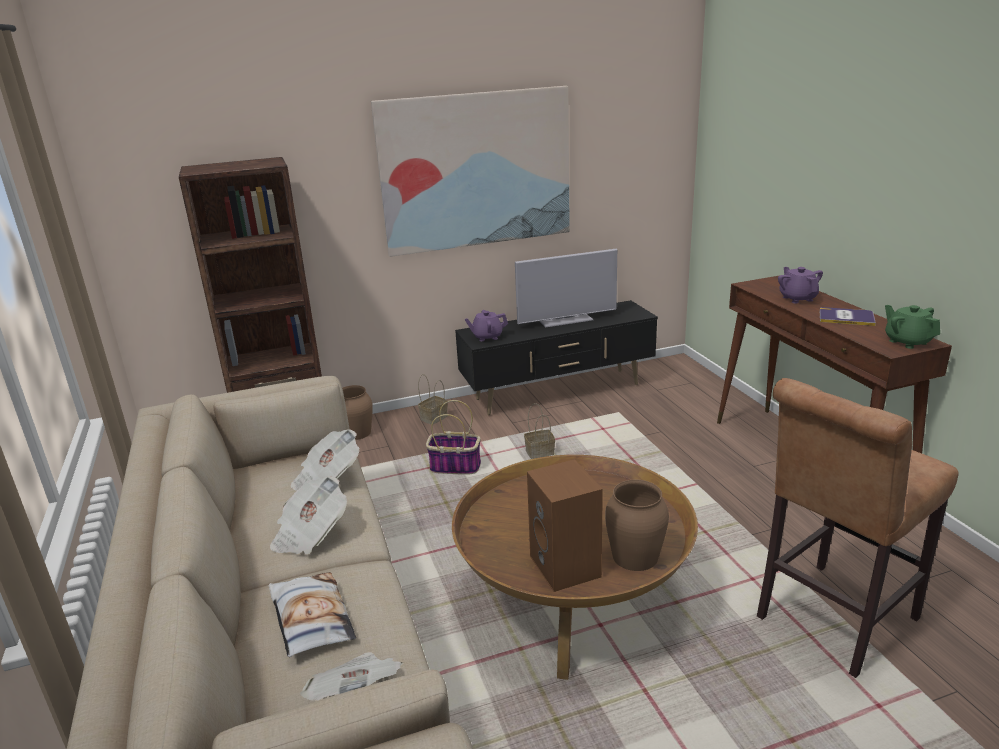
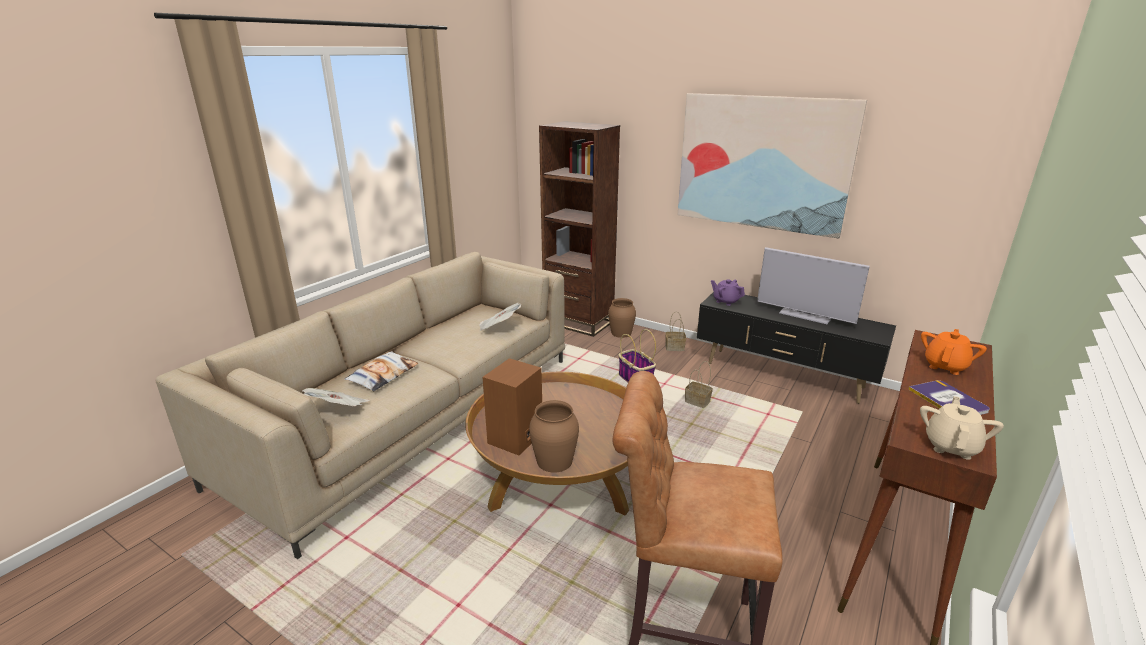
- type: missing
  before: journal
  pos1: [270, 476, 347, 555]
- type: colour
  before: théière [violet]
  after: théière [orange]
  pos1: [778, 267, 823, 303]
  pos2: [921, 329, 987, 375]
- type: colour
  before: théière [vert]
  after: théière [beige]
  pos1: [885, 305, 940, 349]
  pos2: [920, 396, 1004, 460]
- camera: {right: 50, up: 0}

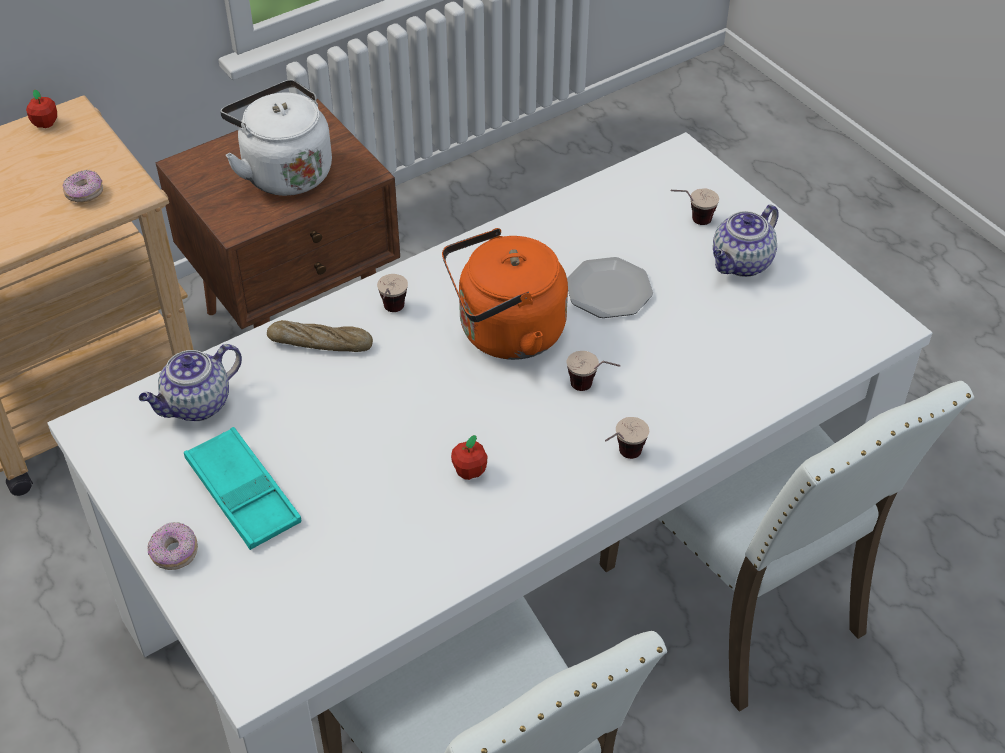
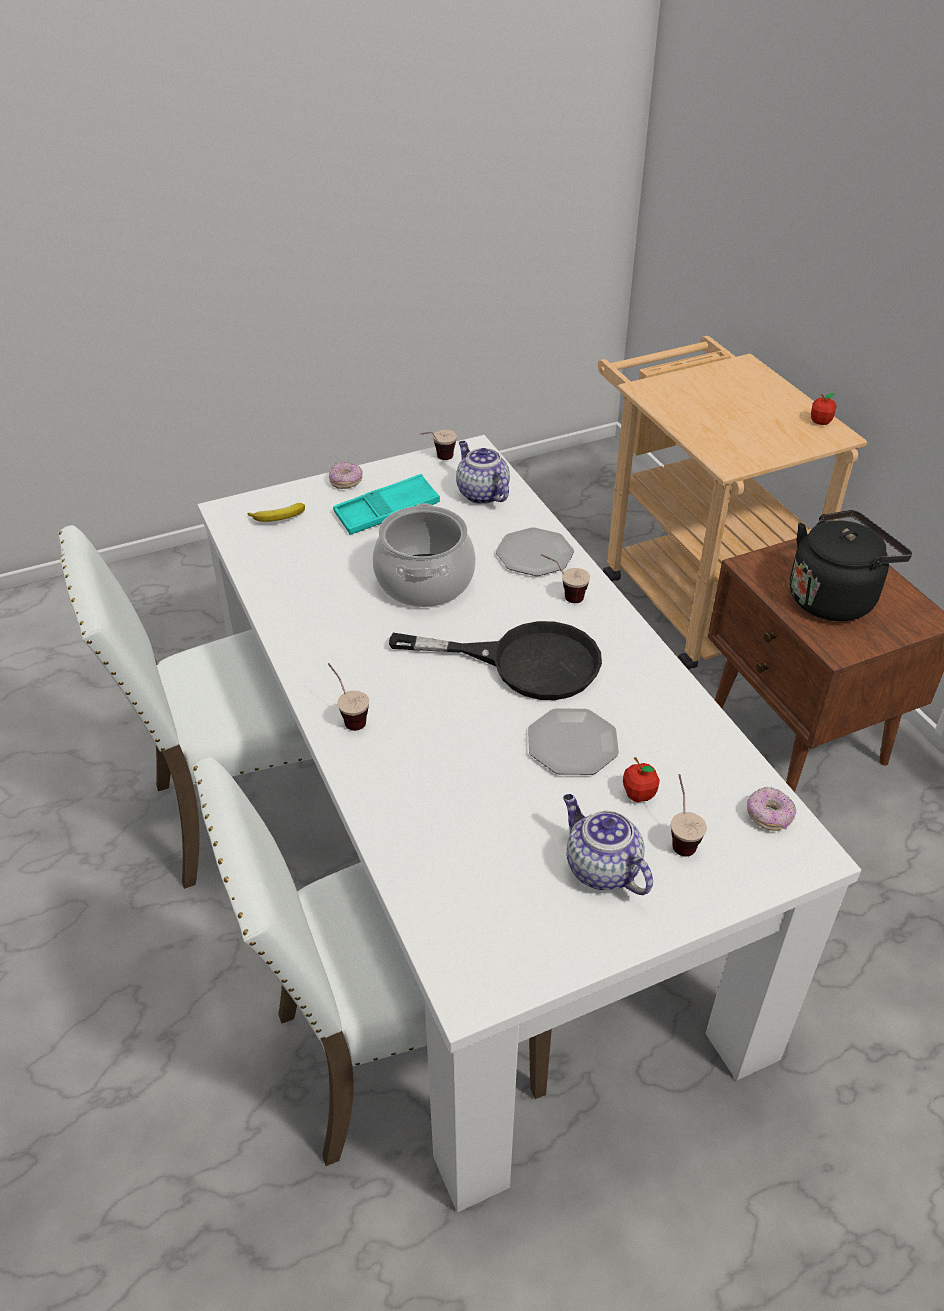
- type: appeared
  after: banane
  pos2: [247, 503, 305, 522]
- type: appeared
  after: marmite
  pos2: [372, 503, 476, 607]
- type: relocated
  before: beignet
  pos1: [63, 170, 103, 203]
  pos2: [747, 787, 796, 831]
- type: relocated
  before: pomme
  pos1: [451, 435, 487, 480]
  pos2: [623, 757, 660, 802]
- type: relocated
  before: tasse
  pos1: [567, 351, 620, 391]
  pos2: [421, 430, 457, 460]
- type: exchanged
  before: pain
  after: assiette
  pos1: [267, 320, 373, 352]
  pos2: [496, 528, 574, 576]
- type: exchanged
  before: bouilloire [orange]
  after: poêle [noir]
  pos1: [442, 228, 568, 360]
  pos2: [389, 621, 602, 700]
- type: colour
  before: bouilloire [blanc]
  after: bouilloire [noir]
  pos1: [220, 80, 332, 196]
  pos2: [790, 510, 912, 621]
- camera: {right: 100, up: -5}

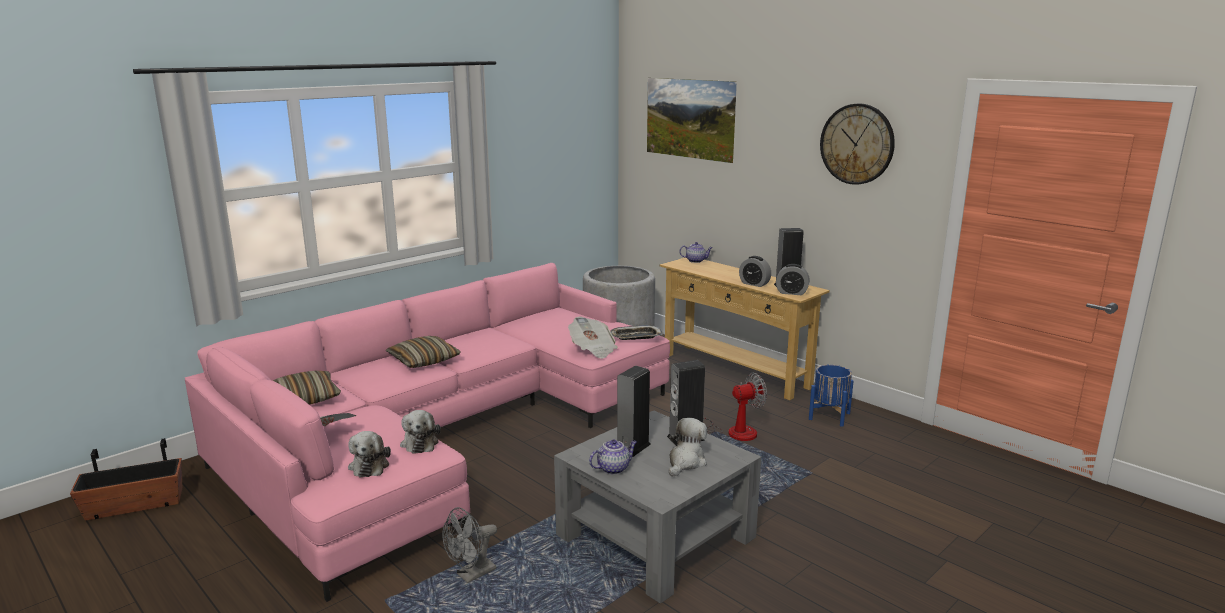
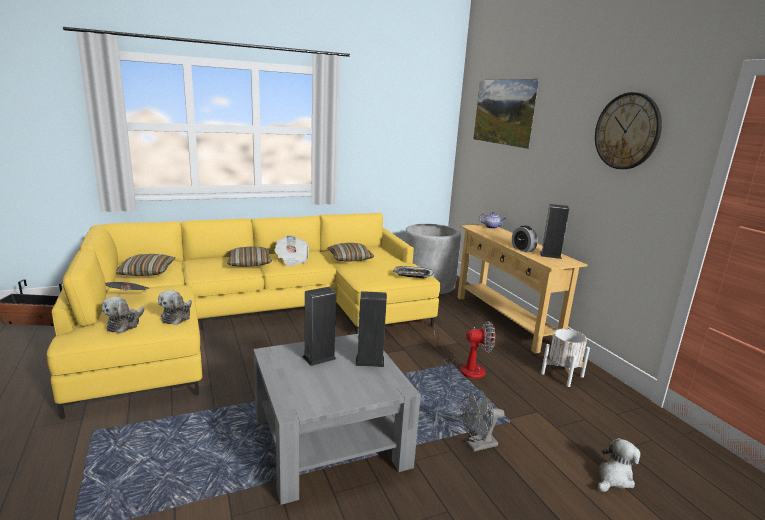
- type: missing
  before: théière
  pos1: [589, 440, 637, 474]
- type: missing
  before: réveil
  pos1: [776, 264, 810, 295]
- type: appeared
  after: coussin
  pos2: [328, 243, 374, 262]
- type: relocated
  before: ventilateur [gris]
  pos1: [443, 507, 497, 583]
  pos2: [460, 388, 504, 452]
- type: relocated
  before: journal
  pos1: [568, 316, 618, 359]
  pos2: [274, 235, 309, 266]
- type: relocated
  before: peluche
  pos1: [669, 418, 707, 477]
  pos2: [598, 438, 640, 492]
- type: colour
  before: canapé [rose]
  after: canapé [jaune]
  pos1: [185, 263, 670, 602]
  pos2: [47, 213, 440, 419]
- type: colour
  before: cache-pot [bleu]
  after: cache-pot [blanc]
  pos1: [809, 365, 854, 427]
  pos2: [541, 329, 590, 387]
- camera: {right: 20, up: 0}

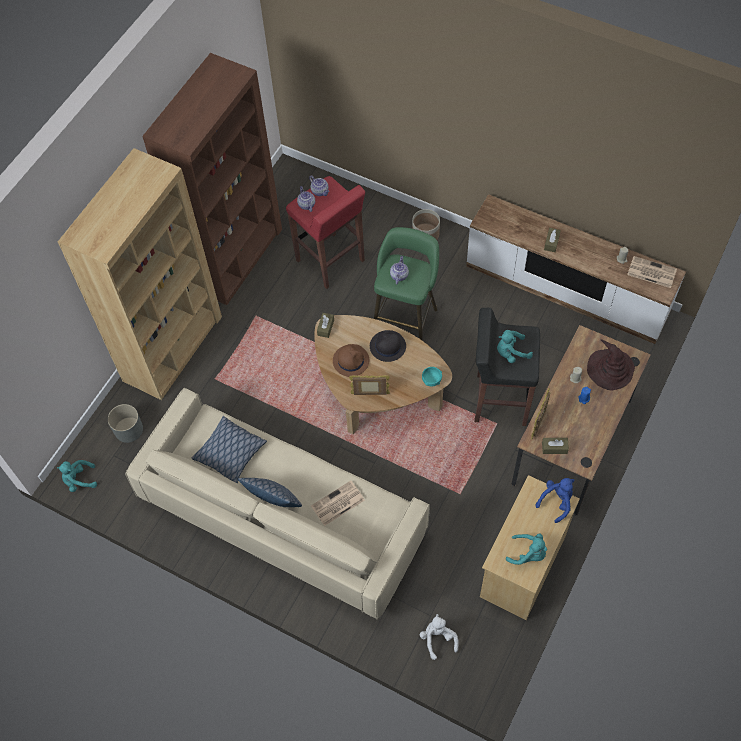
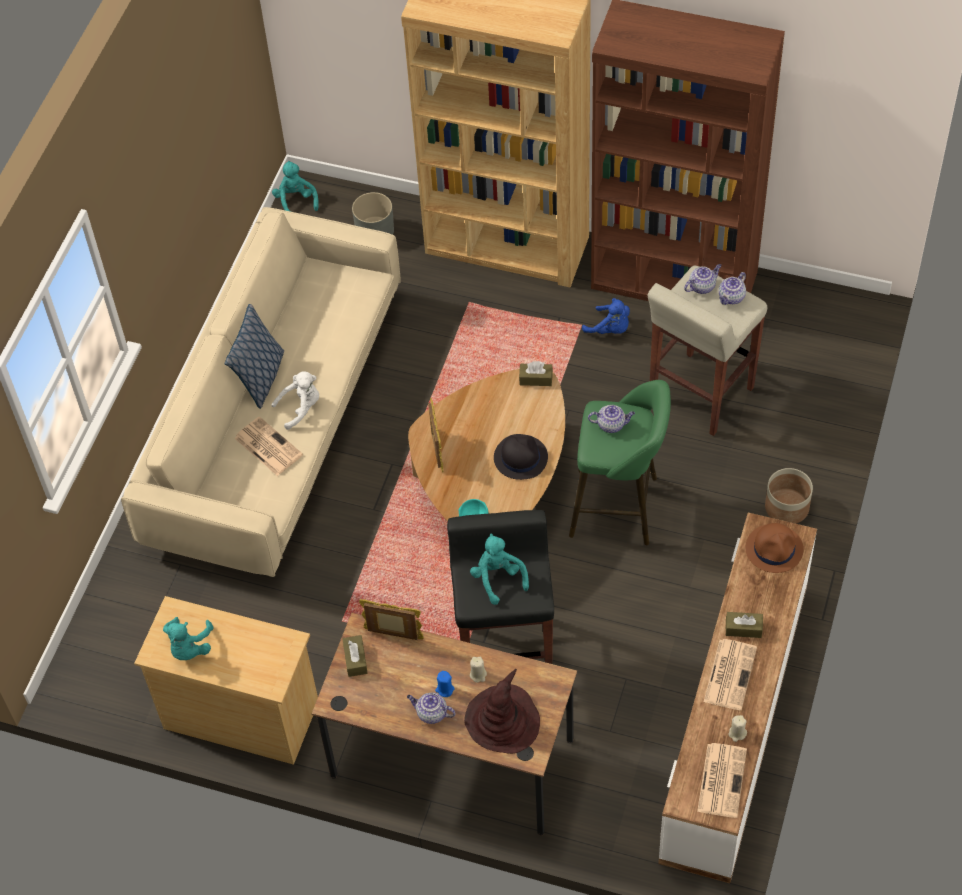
- type: missing
  before: coussin
  pos1: [192, 416, 267, 484]
- type: appeared
  after: théière
  pos2: [407, 693, 455, 724]
- type: appeared
  after: journal
  pos2: [704, 639, 757, 710]
- type: relocated
  before: chapeau [marron]
  pos1: [333, 344, 369, 377]
  pos2: [746, 523, 804, 573]
- type: relocated
  before: peluche [blanc]
  pos1: [420, 614, 459, 660]
  pos2: [272, 371, 319, 430]
- type: relocated
  before: peluche [bleu]
  pos1: [536, 478, 575, 523]
  pos2: [582, 298, 630, 334]
- type: colour
  before: tabouret [rouge]
  after: tabouret [beige]
  pos1: [286, 176, 365, 289]
  pos2: [648, 266, 768, 436]
- camera: {right: 80, up: -5}

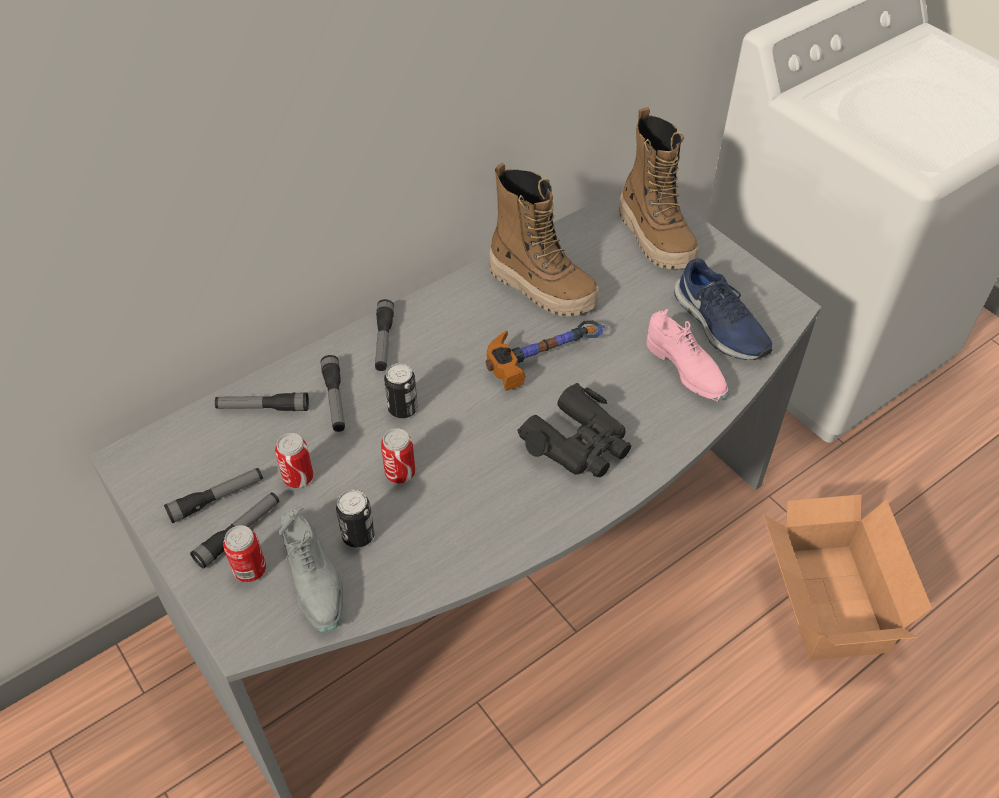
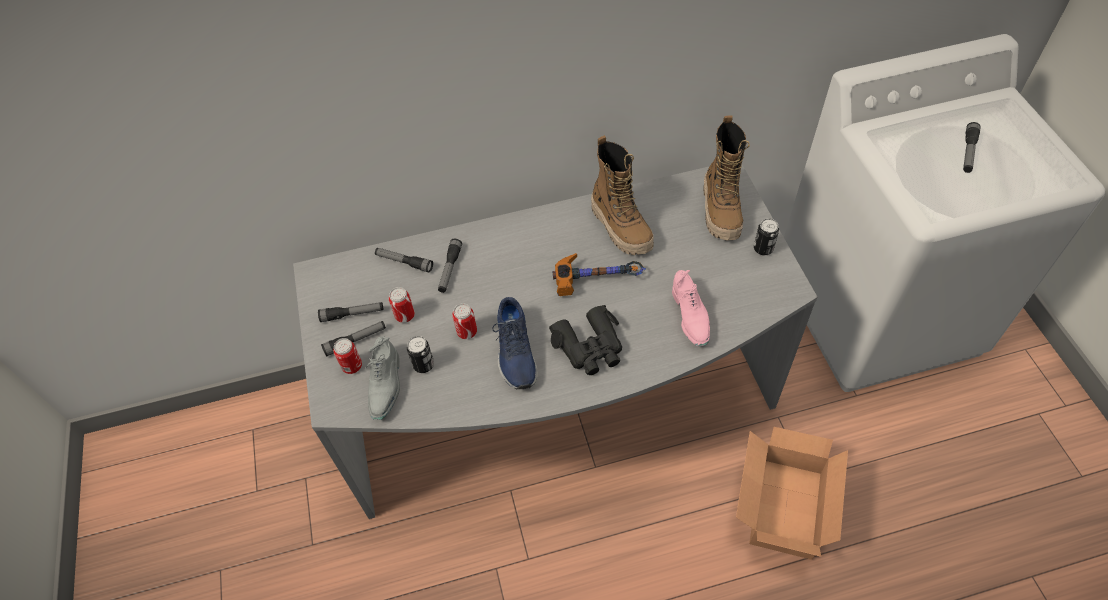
- type: relocated
  before: lampe de poche
  pos1: [375, 299, 394, 371]
  pos2: [963, 122, 981, 173]
- type: relocated
  before: boîte métallique
  pos1: [384, 363, 418, 418]
  pos2: [754, 219, 779, 255]
- type: relocated
  before: chaussure [bleu]
  pos1: [674, 258, 773, 360]
  pos2: [492, 297, 538, 389]
- camera: {right: 25, up: 5}

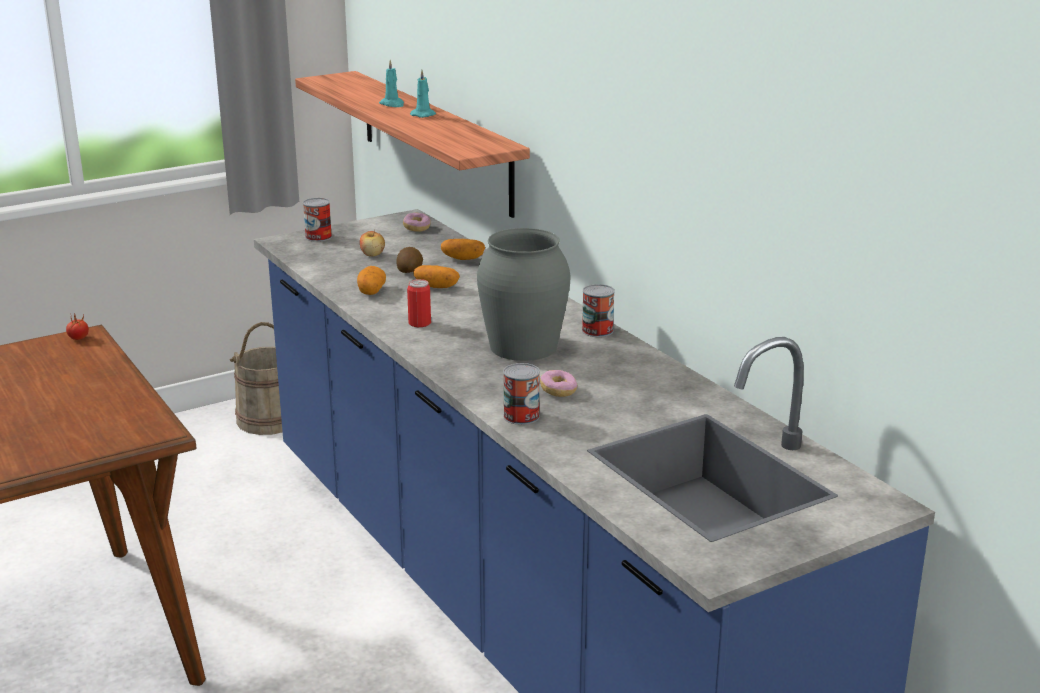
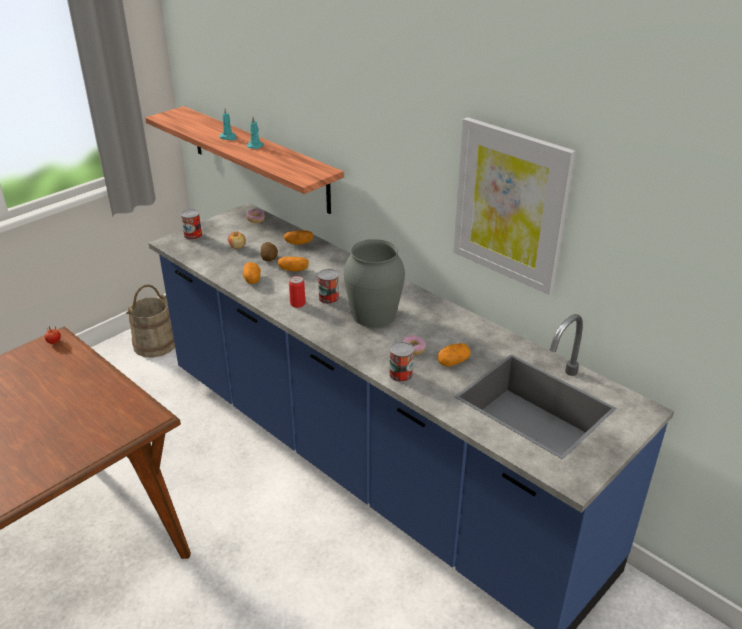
- type: appeared
  after: pomme de terre
  pos2: [438, 343, 471, 367]
- type: appeared
  after: tableau
  pos2: [453, 117, 576, 295]
- type: relocated
  before: boîte métallique
  pos1: [582, 284, 615, 337]
  pos2: [318, 269, 339, 304]
- camera: {right: -15, up: 10}

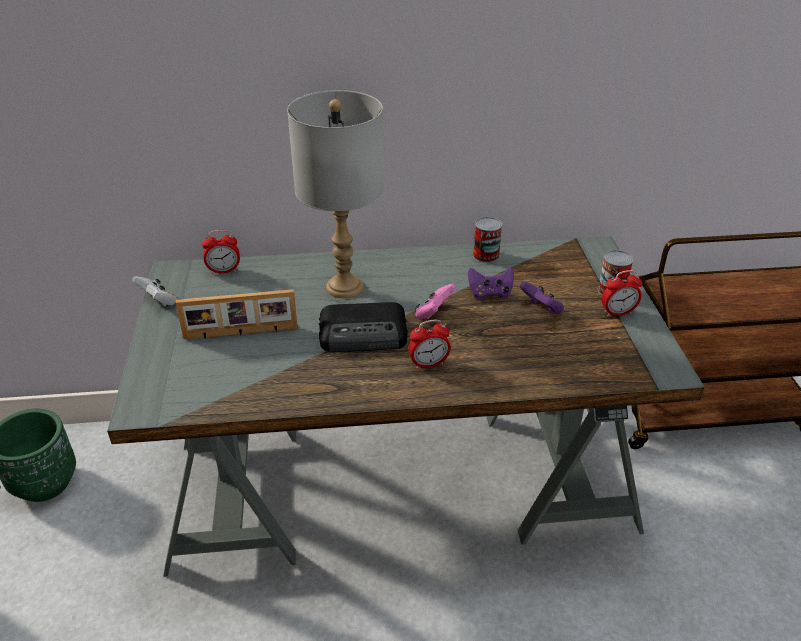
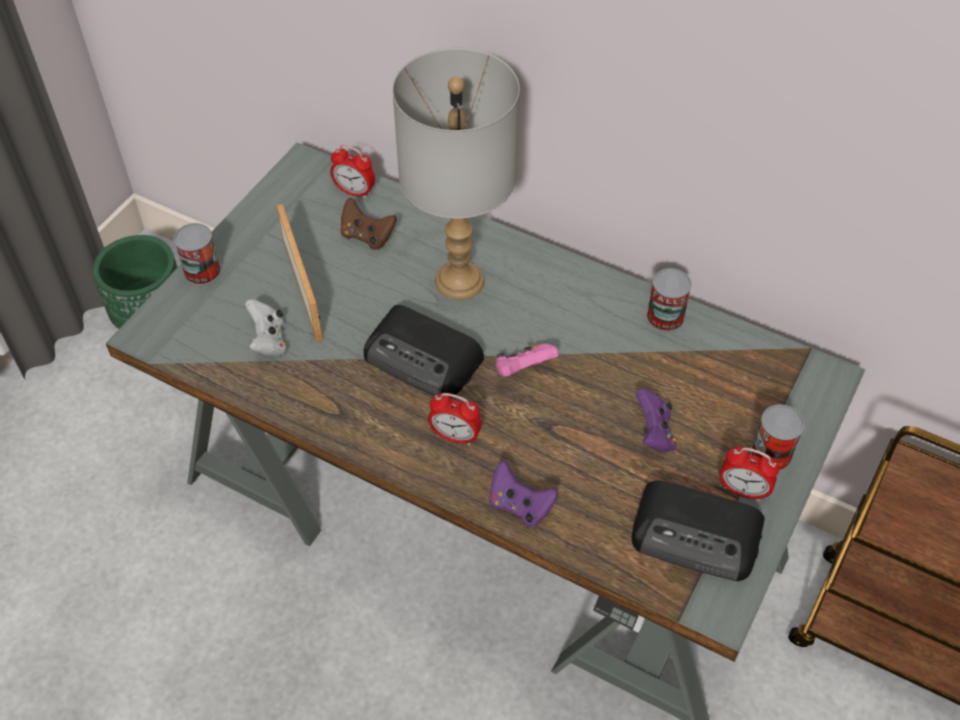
- type: appeared
  after: boîte métallique
  pos2: [174, 223, 221, 285]
- type: appeared
  after: manette [marron]
  pos2: [341, 198, 397, 250]
- type: appeared
  after: radio
  pos2: [632, 480, 765, 581]
- type: relocated
  before: manette [blanc]
  pos1: [132, 276, 177, 306]
  pos2: [245, 299, 287, 356]
- type: relocated
  before: manette [violet]
  pos1: [468, 267, 514, 299]
  pos2: [490, 461, 559, 527]
- type: spun
  before: cadre photo
  pos1: [175, 289, 298, 340]
  pos2: [277, 204, 323, 341]
  turn: -135
- camera: {right: 35, up: 15}

